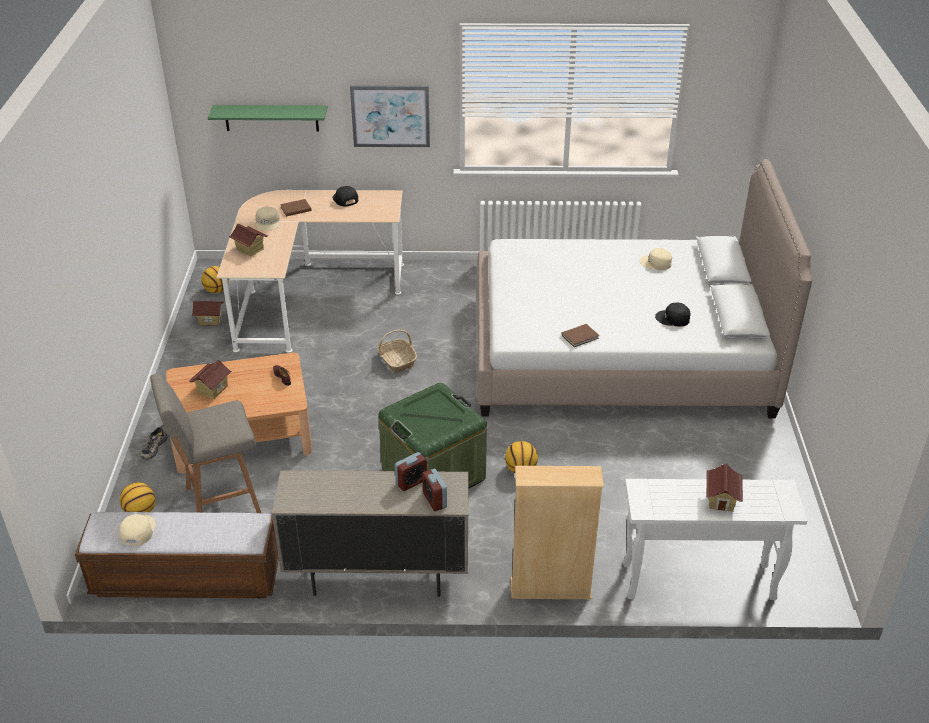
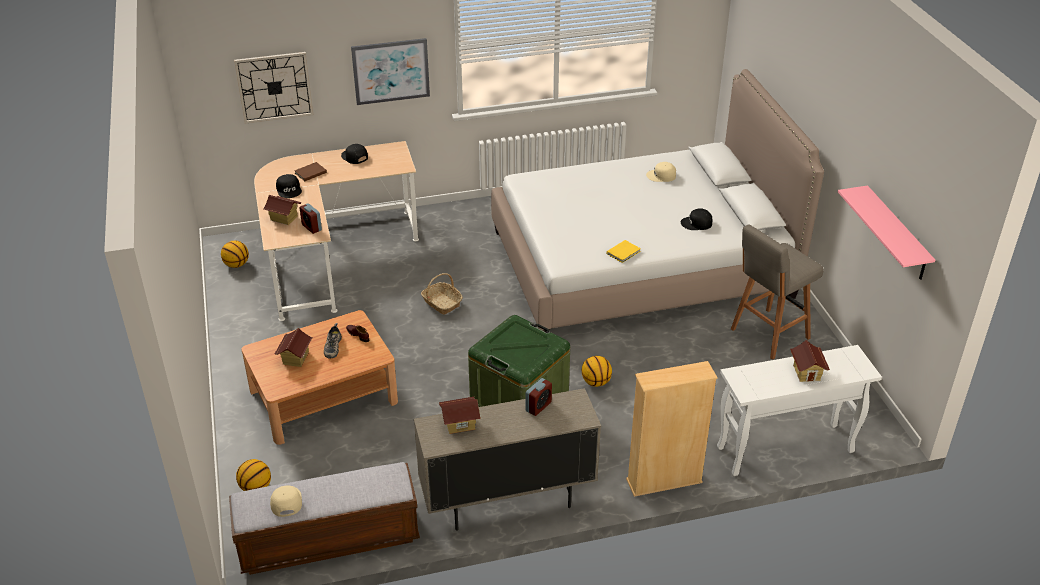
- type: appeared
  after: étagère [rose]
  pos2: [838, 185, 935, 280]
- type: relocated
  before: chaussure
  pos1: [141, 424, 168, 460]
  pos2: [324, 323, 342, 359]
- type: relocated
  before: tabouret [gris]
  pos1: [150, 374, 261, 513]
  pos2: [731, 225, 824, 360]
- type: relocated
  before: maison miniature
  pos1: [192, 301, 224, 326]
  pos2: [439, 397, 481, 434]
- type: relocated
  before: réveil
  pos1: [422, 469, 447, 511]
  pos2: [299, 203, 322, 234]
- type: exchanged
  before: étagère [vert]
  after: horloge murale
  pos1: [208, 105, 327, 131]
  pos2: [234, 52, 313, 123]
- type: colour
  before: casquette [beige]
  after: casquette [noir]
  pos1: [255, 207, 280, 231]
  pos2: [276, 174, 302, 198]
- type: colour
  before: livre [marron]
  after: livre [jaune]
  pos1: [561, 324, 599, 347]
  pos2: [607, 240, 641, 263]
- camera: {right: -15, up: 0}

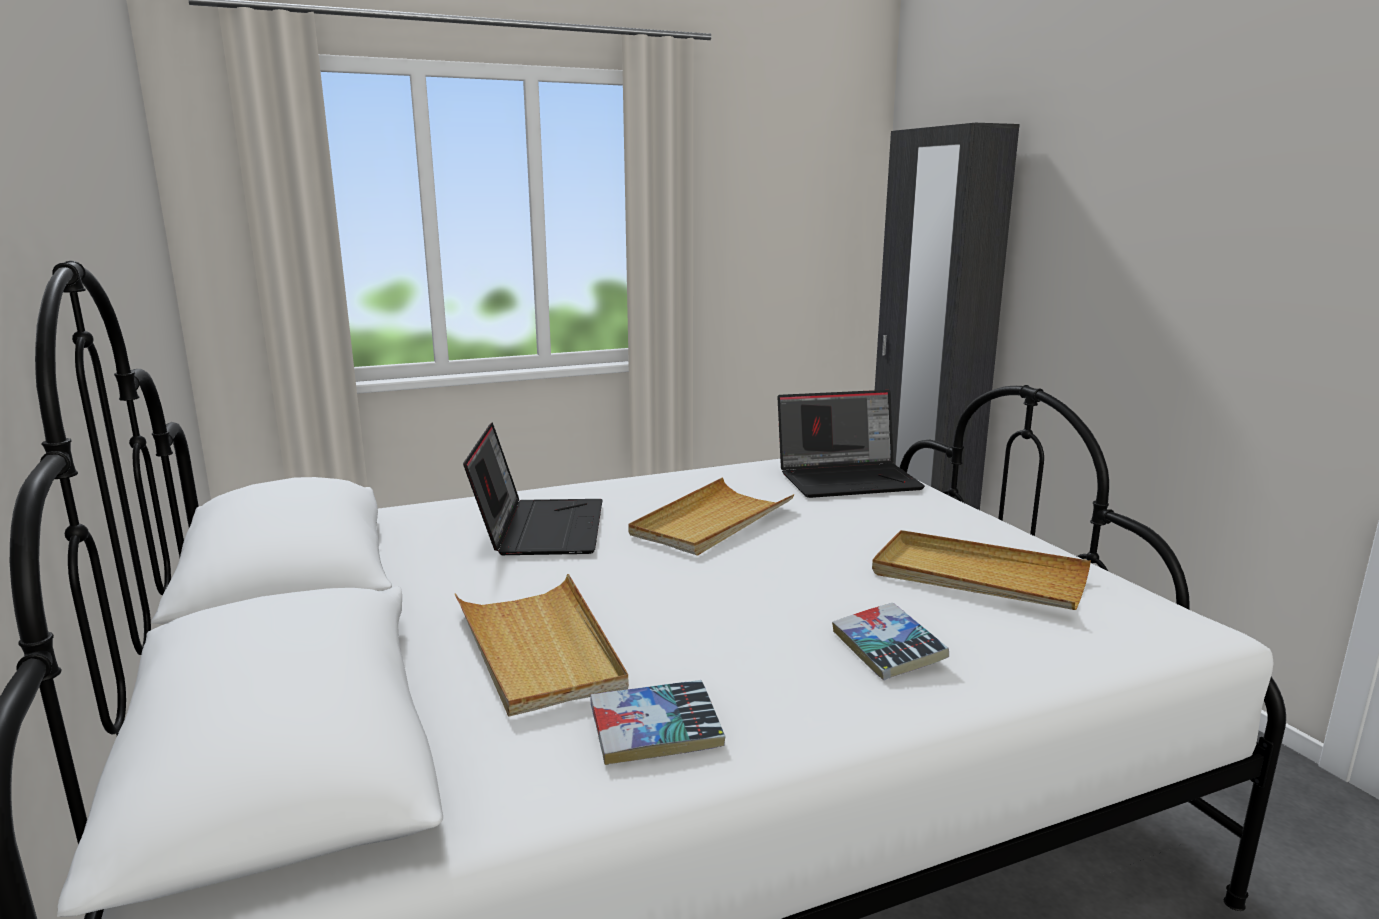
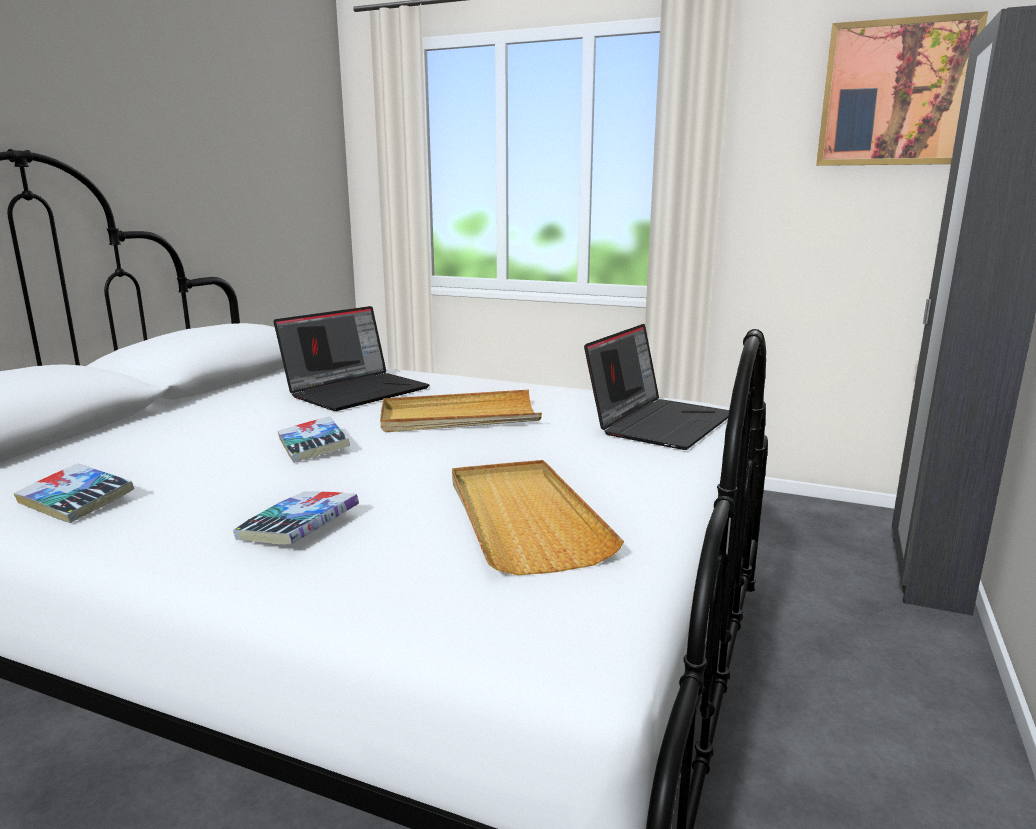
- type: missing
  before: plateau [beige]
  pos1: [455, 574, 629, 716]
- type: appeared
  after: livre
  pos2: [277, 417, 350, 463]
- type: appeared
  after: tableau
  pos2: [816, 11, 988, 166]
- type: spun
  before: ordinateur portable
  pos1: [777, 390, 925, 498]
  pos2: [584, 324, 729, 450]
  turn: -90
- camera: {right: 45, up: 0}

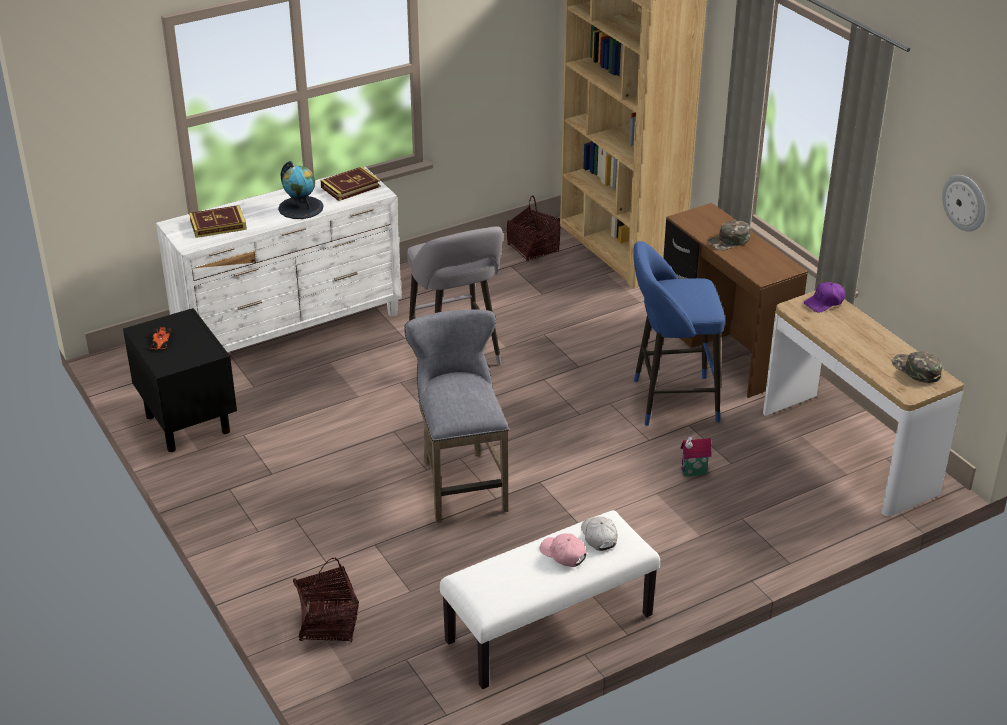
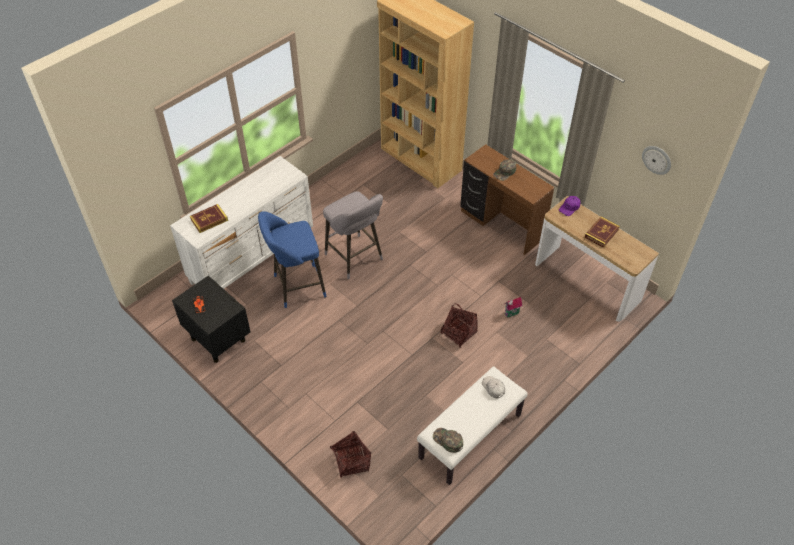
- type: missing
  before: globe
  pos1: [278, 161, 324, 219]
- type: missing
  before: tabouret [gris]
  pos1: [404, 310, 509, 523]
- type: missing
  before: casquette [rose]
  pos1: [540, 533, 587, 567]
- type: relocated
  before: livre
  pos1: [320, 167, 380, 201]
  pos2: [584, 217, 620, 248]
- type: relocated
  before: panier
  pos1: [507, 195, 560, 261]
  pos2: [441, 303, 478, 347]
- type: relocated
  before: tabouret [bleu]
  pos1: [633, 241, 725, 426]
  pos2: [258, 211, 327, 308]
- type: relocated
  before: casquette [vert]
  pos1: [892, 352, 942, 383]
  pos2: [433, 428, 463, 453]
- camera: {right: -15, up: 15}

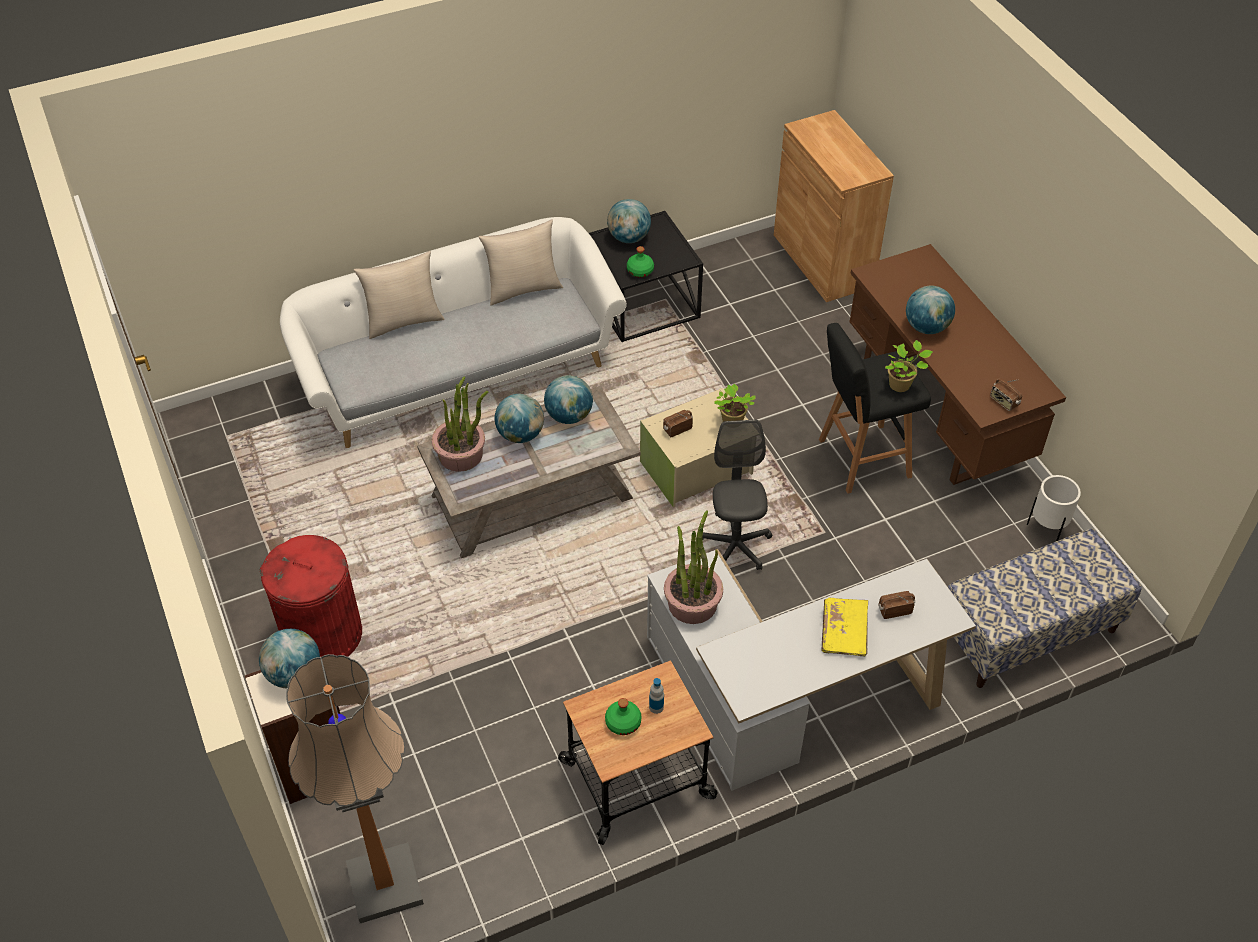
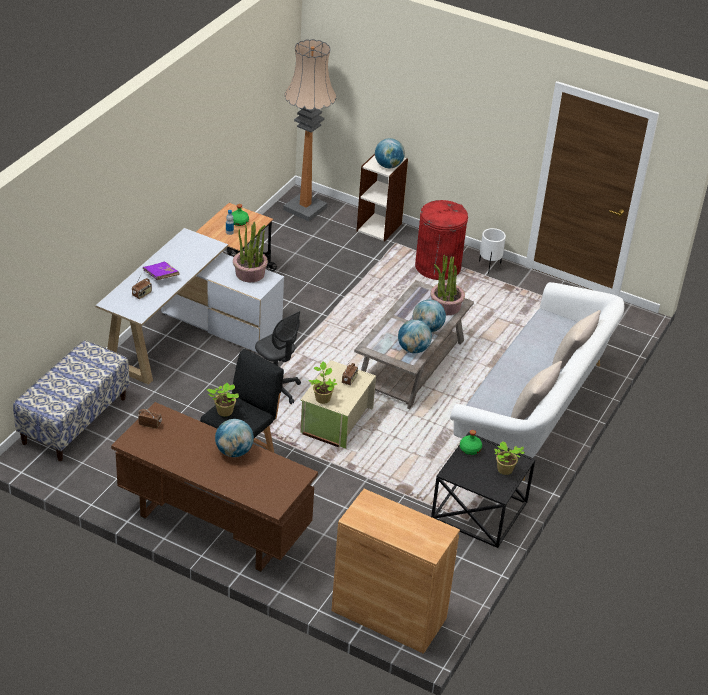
- type: relocated
  before: cache-pot [blanc]
  pos1: [1027, 475, 1081, 541]
  pos2: [479, 228, 506, 273]
- type: exchanged
  before: globe
  after: plante en pot
  pos1: [607, 199, 651, 243]
  pos2: [494, 441, 525, 475]
- type: colour
  before: livre [jaune]
  after: livre [violet]
  pos1: [821, 598, 868, 656]
  pos2: [143, 262, 179, 280]
- camera: {right: 140, up: -10}

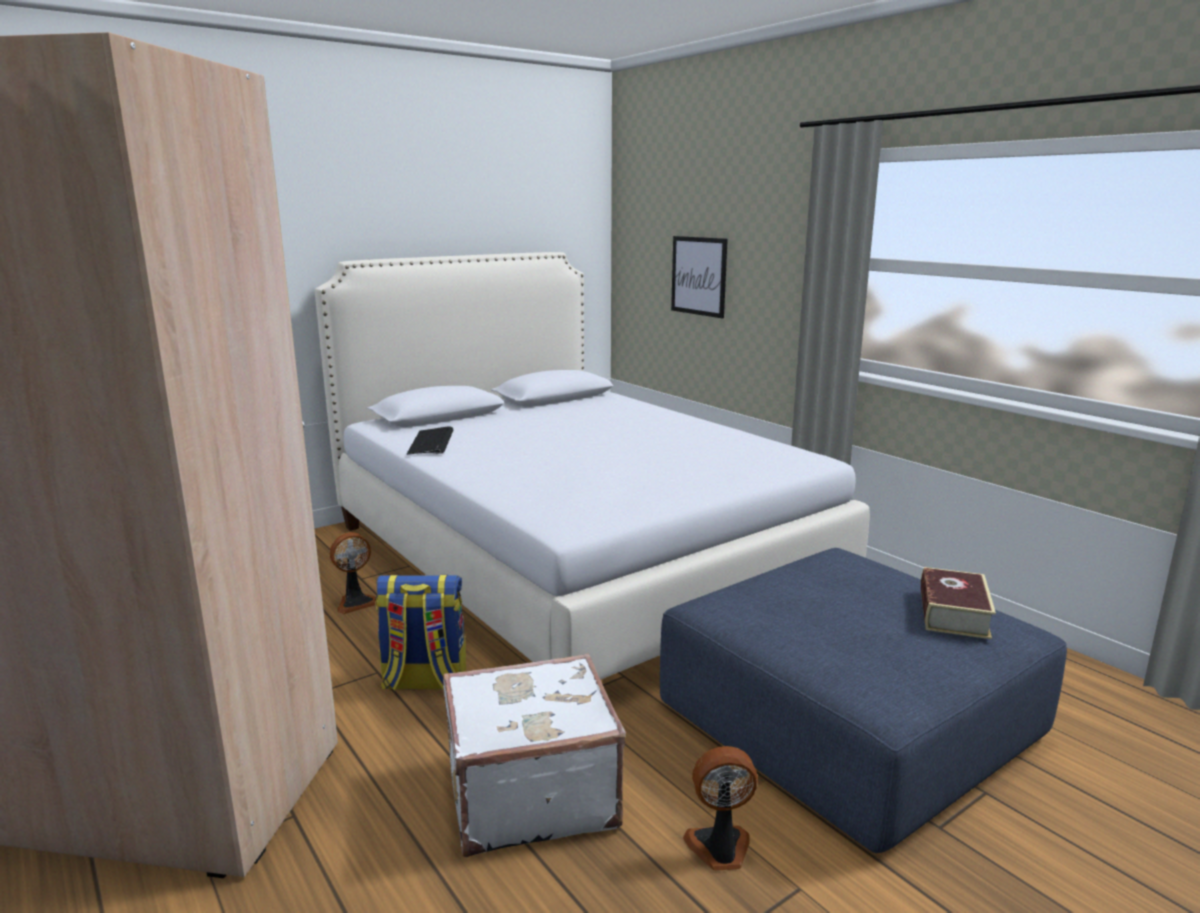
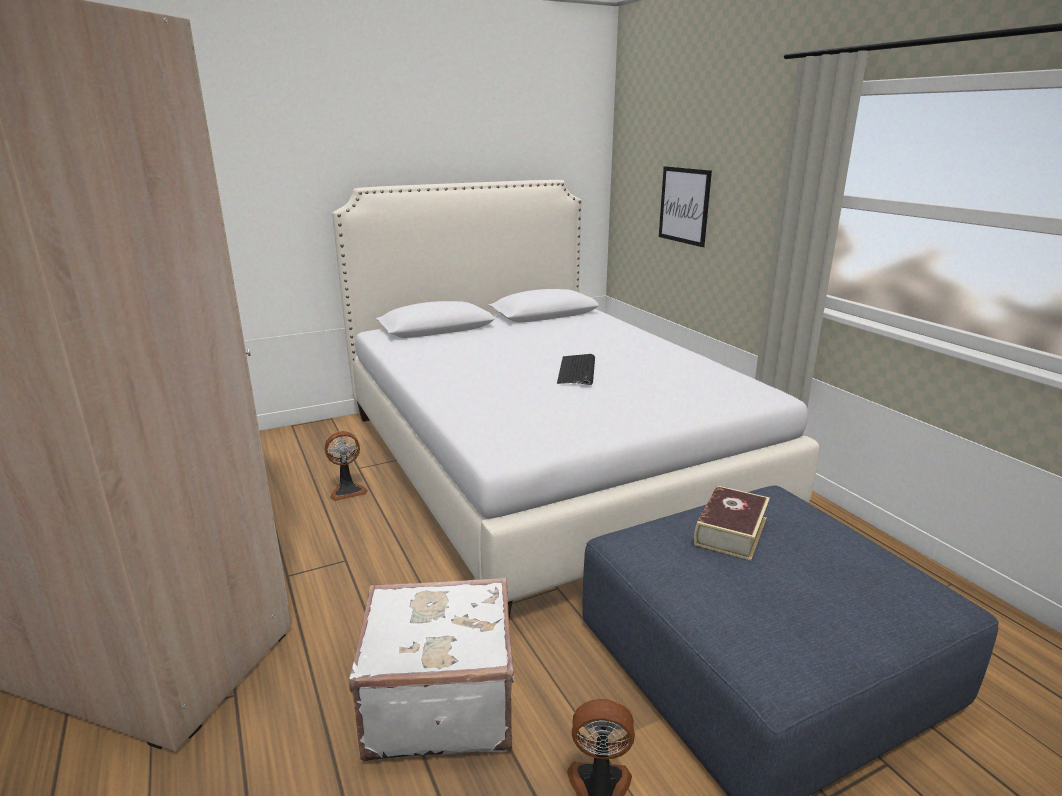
- type: missing
  before: sac à dos
  pos1: [375, 575, 466, 691]
- type: relocated
  before: clavier
  pos1: [407, 426, 453, 455]
  pos2: [557, 354, 595, 385]
- type: relocated
  before: livre
  pos1: [921, 567, 996, 639]
  pos2: [694, 485, 770, 560]
- camera: {right: 10, up: 5}

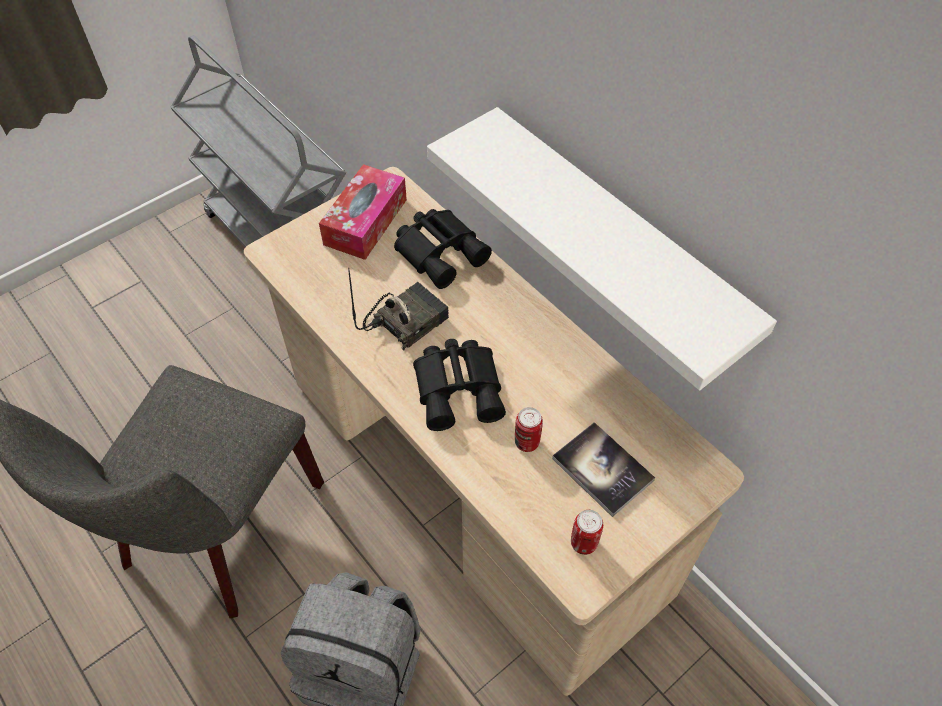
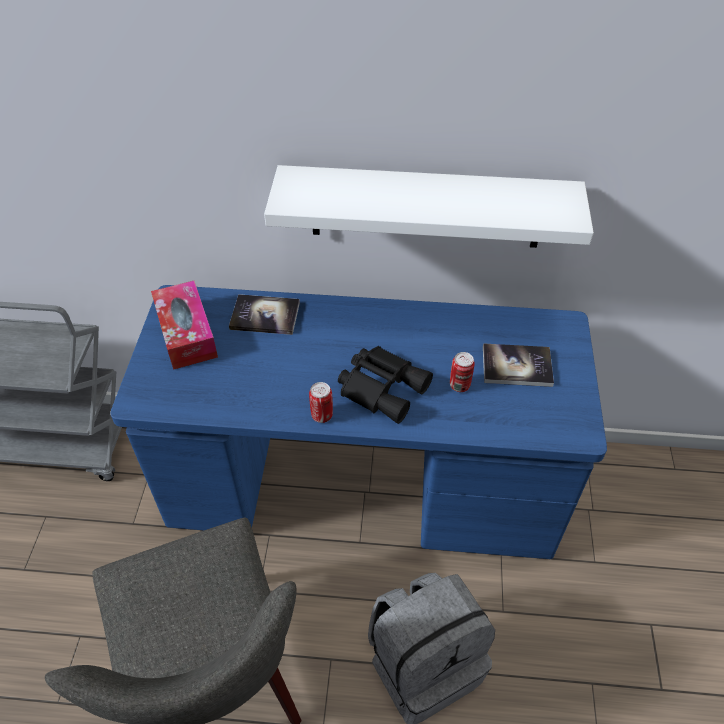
- type: missing
  before: radio
  pos1: [348, 268, 449, 350]
- type: relocated
  before: boîte métallique
  pos1: [571, 510, 603, 555]
  pos2: [309, 382, 333, 423]
- type: exchanged
  before: jumelles [noir]
  after: livre
  pos1: [394, 209, 492, 289]
  pos2: [229, 294, 300, 335]
- type: colour
  before: bureau [beige]
  after: bureau [bleu]
  pos1: [244, 167, 744, 696]
  pos2: [110, 285, 607, 559]
- camera: {right: -45, up: -5}

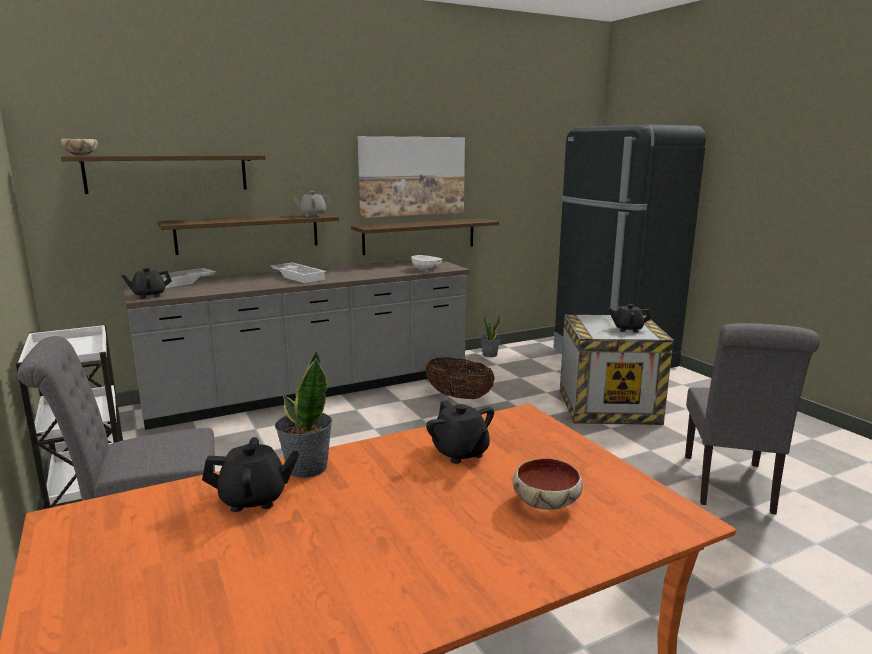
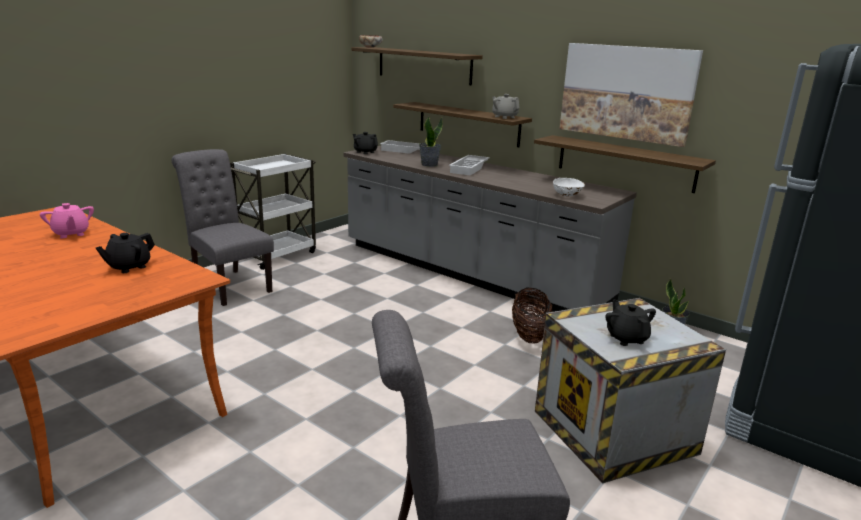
- type: missing
  before: bol
  pos1: [513, 458, 583, 510]
- type: relocated
  before: plante en pot
  pos1: [275, 350, 333, 478]
  pos2: [419, 116, 443, 167]
- type: colour
  before: théière [noir]
  after: théière [rose]
  pos1: [202, 437, 299, 512]
  pos2: [40, 203, 94, 238]
- camera: {right: 65, up: 5}

